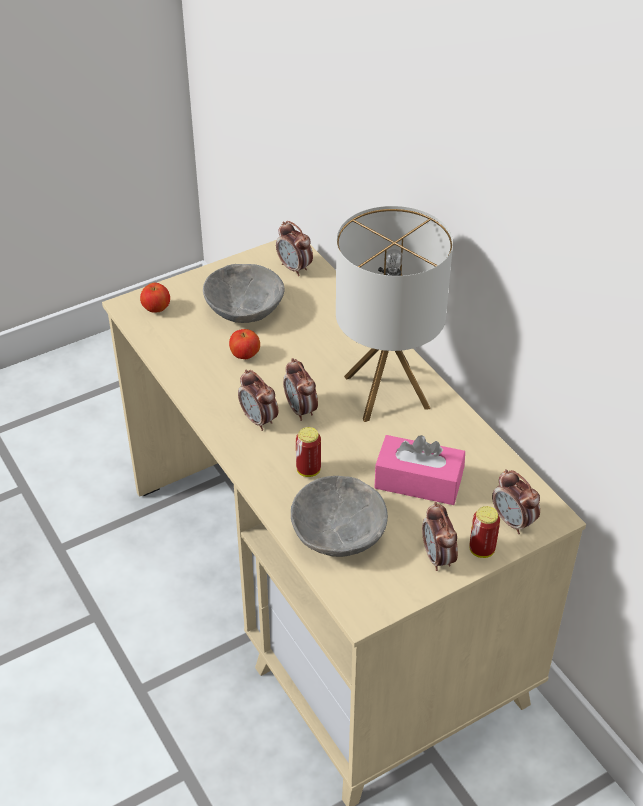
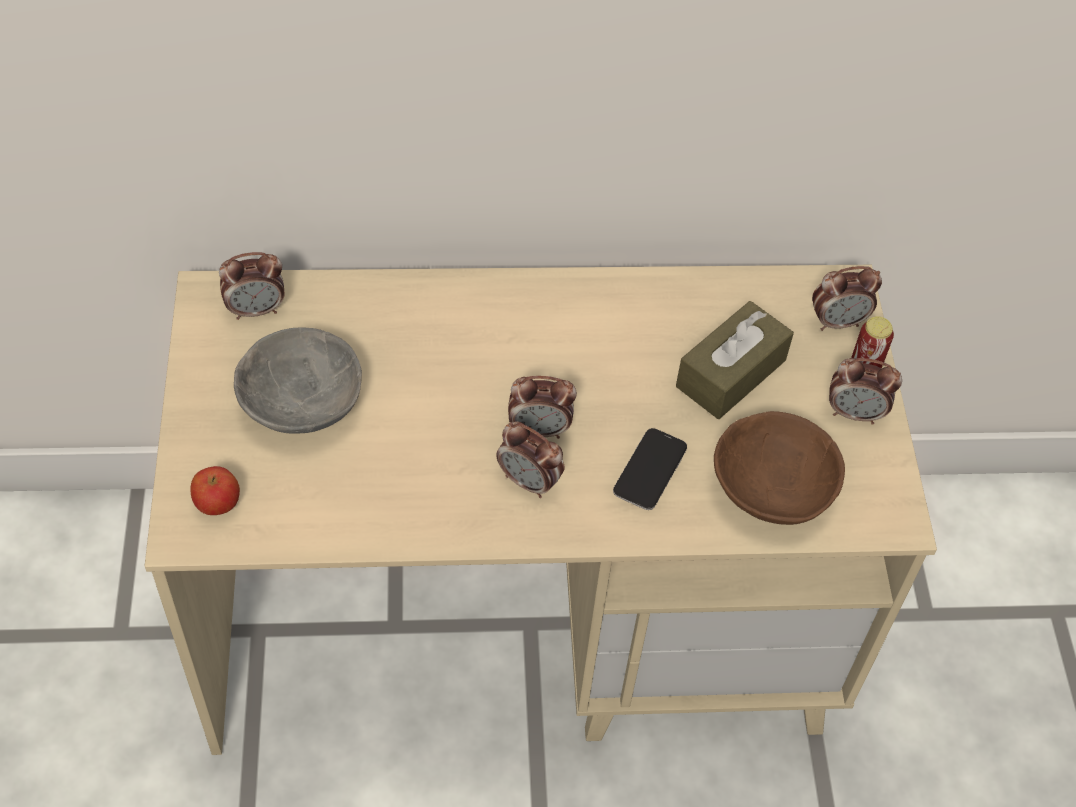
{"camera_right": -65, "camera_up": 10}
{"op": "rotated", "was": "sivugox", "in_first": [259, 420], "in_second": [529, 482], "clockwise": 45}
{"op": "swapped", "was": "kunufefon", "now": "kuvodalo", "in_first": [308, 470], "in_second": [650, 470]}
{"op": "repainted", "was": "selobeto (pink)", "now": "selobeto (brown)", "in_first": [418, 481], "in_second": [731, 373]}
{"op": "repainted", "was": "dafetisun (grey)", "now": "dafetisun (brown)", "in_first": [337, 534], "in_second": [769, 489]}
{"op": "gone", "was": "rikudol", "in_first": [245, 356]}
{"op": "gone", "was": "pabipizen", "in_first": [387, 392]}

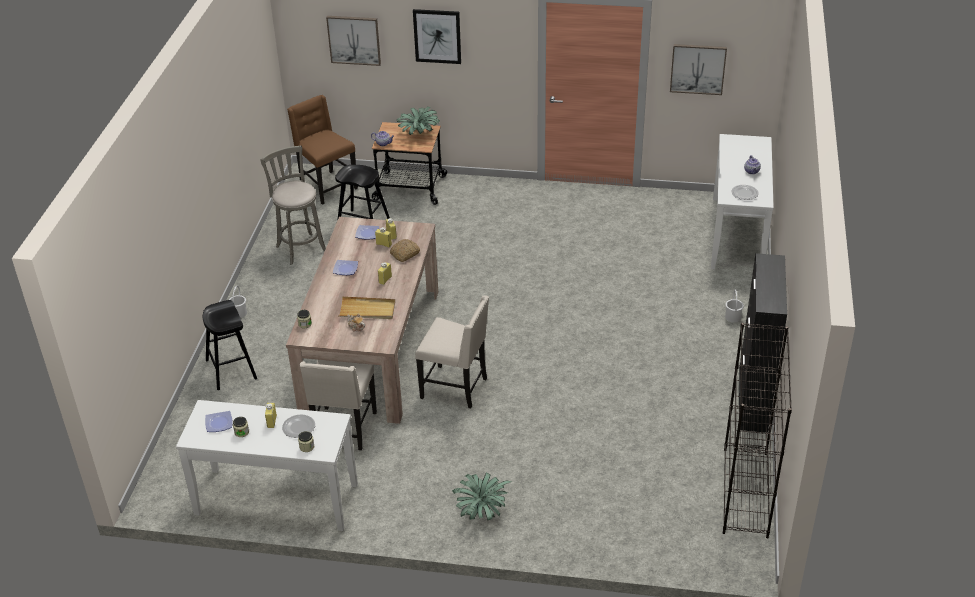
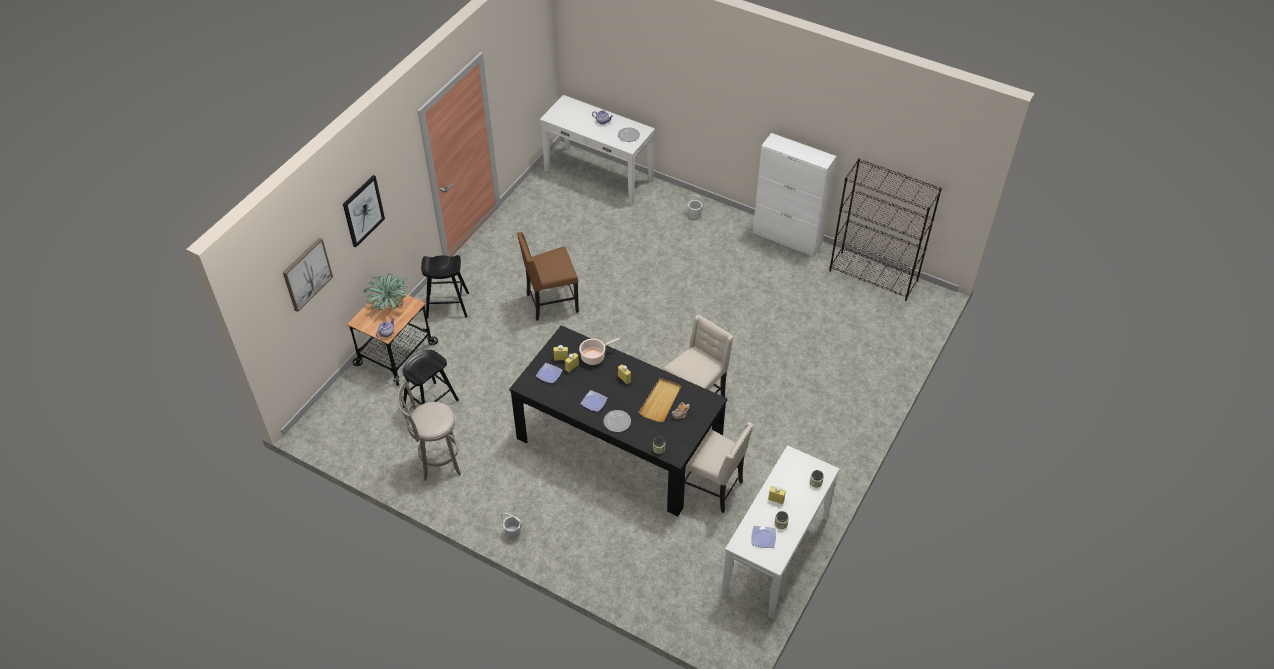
{"camera_right": -70, "camera_up": 10}
{"op": "shifted", "was": "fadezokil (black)", "in_first": [231, 369], "in_second": [447, 305]}
{"op": "repainted", "was": "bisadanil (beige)", "now": "bisadanil (black)", "in_first": [371, 349], "in_second": [618, 443]}
{"op": "shifted", "was": "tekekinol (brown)", "in_first": [327, 187], "in_second": [550, 303]}
{"op": "swapped", "was": "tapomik", "now": "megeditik", "in_first": [404, 254], "in_second": [594, 356]}
{"op": "shifted", "was": "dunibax", "in_first": [299, 427], "in_second": [617, 421]}
{"op": "repainted", "was": "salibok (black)", "now": "salibok (white)", "in_first": [752, 400], "in_second": [787, 238]}
{"op": "gone", "was": "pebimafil", "in_first": [482, 510]}
{"op": "gone", "was": "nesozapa", "in_first": [698, 68]}

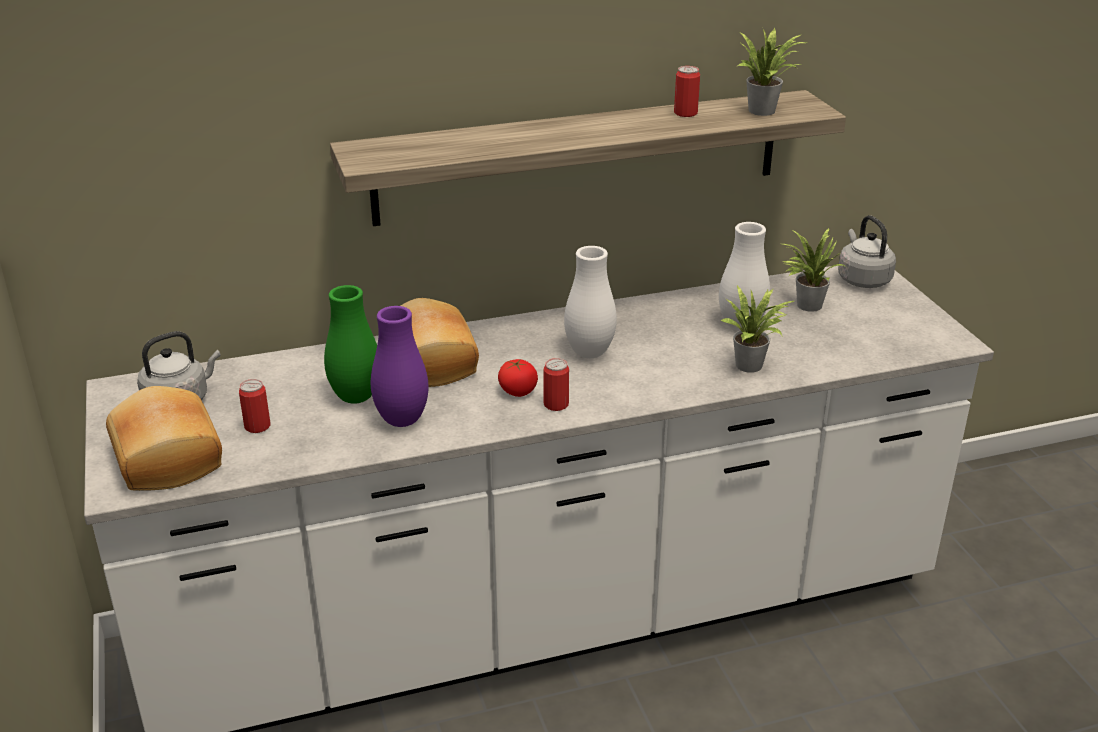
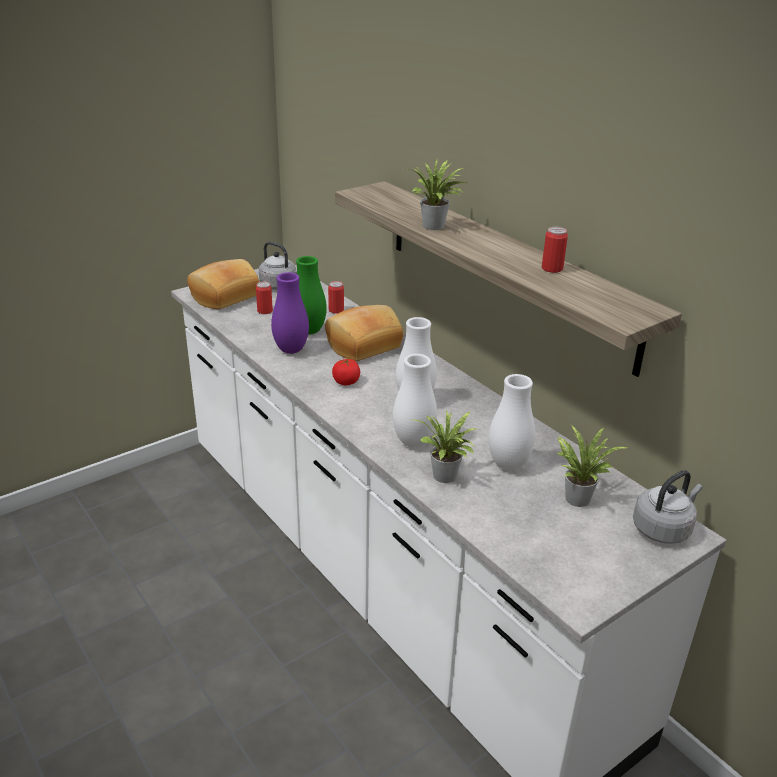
{"camera_right": 70, "camera_up": 0}
{"op": "shifted", "was": "kunufefon", "in_first": [556, 404], "in_second": [336, 310]}
{"op": "new", "now": "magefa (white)", "in_second": [413, 442]}
{"op": "shifted", "was": "pebimafil", "in_first": [765, 111], "in_second": [435, 227]}

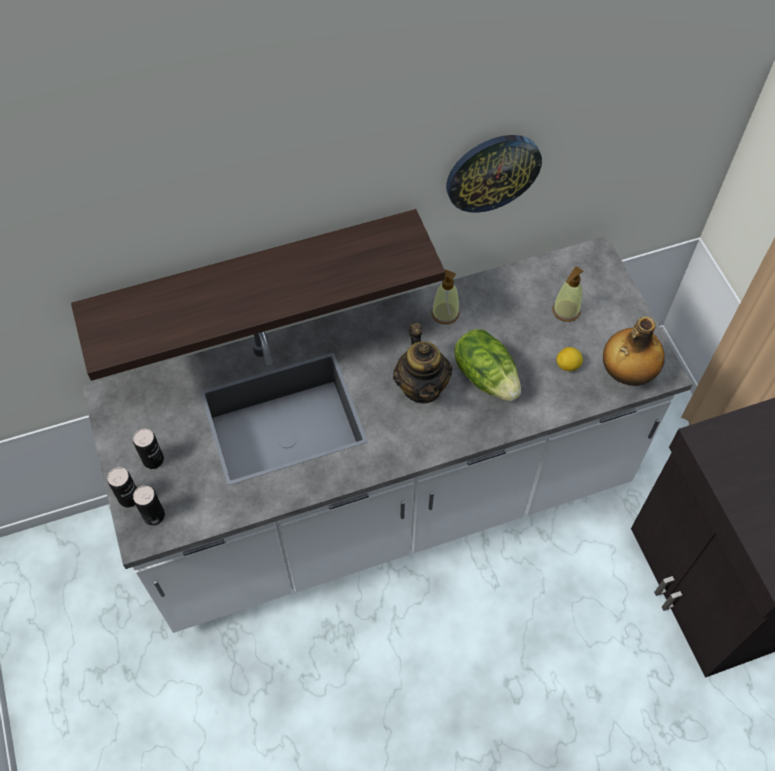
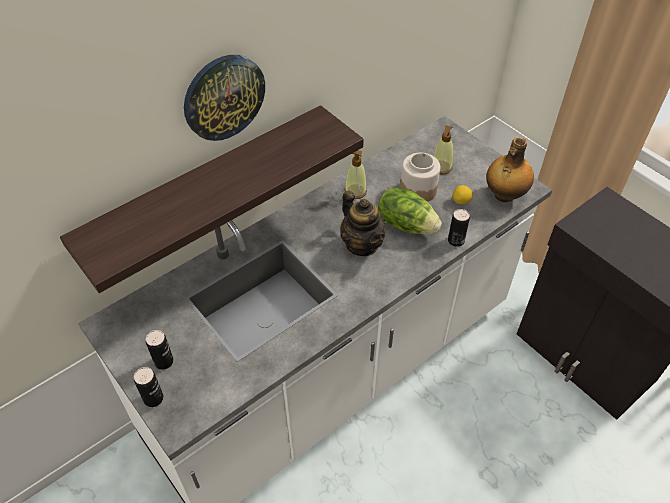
{"camera_right": -20, "camera_up": -10}
{"op": "shifted", "was": "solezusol", "in_first": [492, 172], "in_second": [223, 97]}
{"op": "new", "now": "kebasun", "in_second": [418, 190]}
{"op": "shifted", "was": "kunufefon", "in_first": [154, 515], "in_second": [456, 241]}

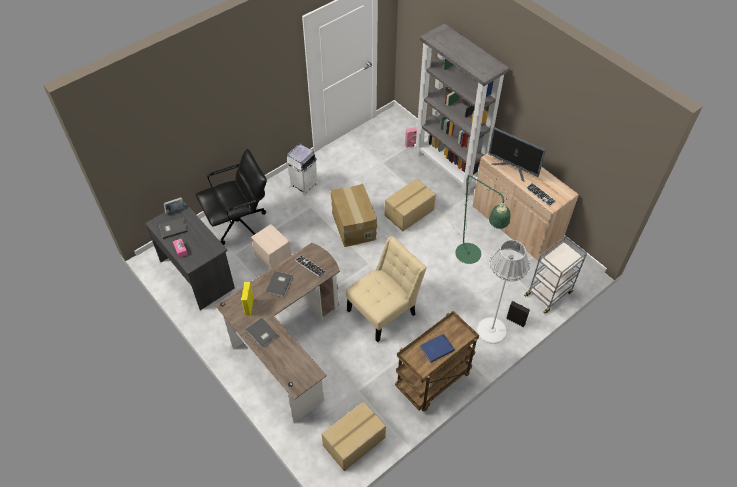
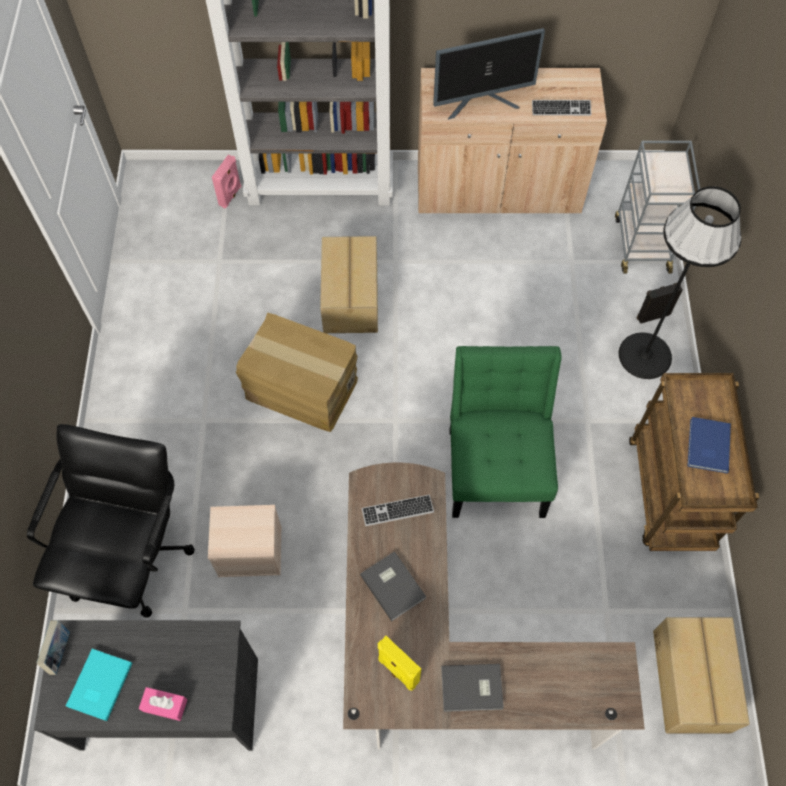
{"camera_right": -50, "camera_up": 10}
{"op": "repainted", "was": "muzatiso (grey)", "now": "muzatiso (turquoise)", "in_first": [172, 228], "in_second": [98, 685]}
{"op": "repainted", "was": "tekekinol (beige)", "now": "tekekinol (green)", "in_first": [384, 310], "in_second": [496, 465]}
{"op": "repainted", "was": "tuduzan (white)", "now": "tuduzan (black)", "in_first": [492, 330], "in_second": [645, 355]}
{"op": "gone", "was": "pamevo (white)", "in_first": [303, 185]}
{"op": "gone", "was": "tuduzan (green)", "in_first": [471, 258]}

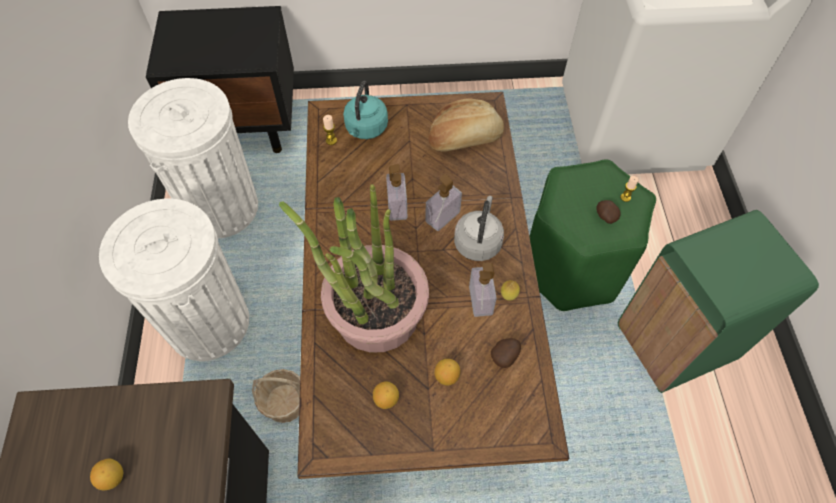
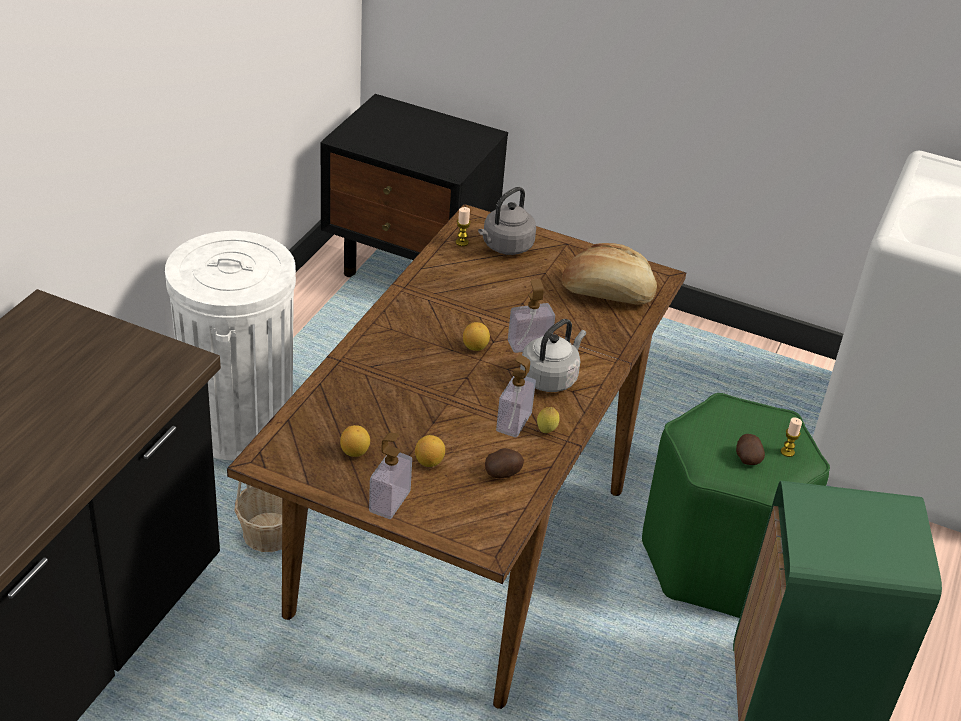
{"camera_right": 25, "camera_up": -20}
{"op": "shifted", "was": "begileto", "in_first": [397, 207], "in_second": [389, 501]}
{"op": "shifted", "was": "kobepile", "in_first": [113, 477], "in_second": [475, 347]}
{"op": "repainted", "was": "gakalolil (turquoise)", "now": "gakalolil (grey)", "in_first": [365, 129], "in_second": [505, 247]}
{"op": "gone", "was": "pamevo (white)", "in_first": [221, 208]}
{"op": "gone", "was": "pebimafil", "in_first": [375, 313]}

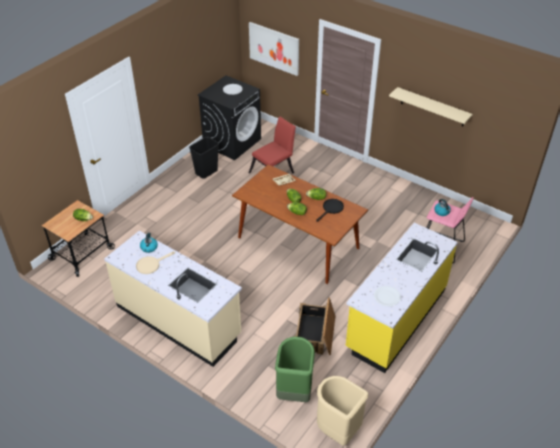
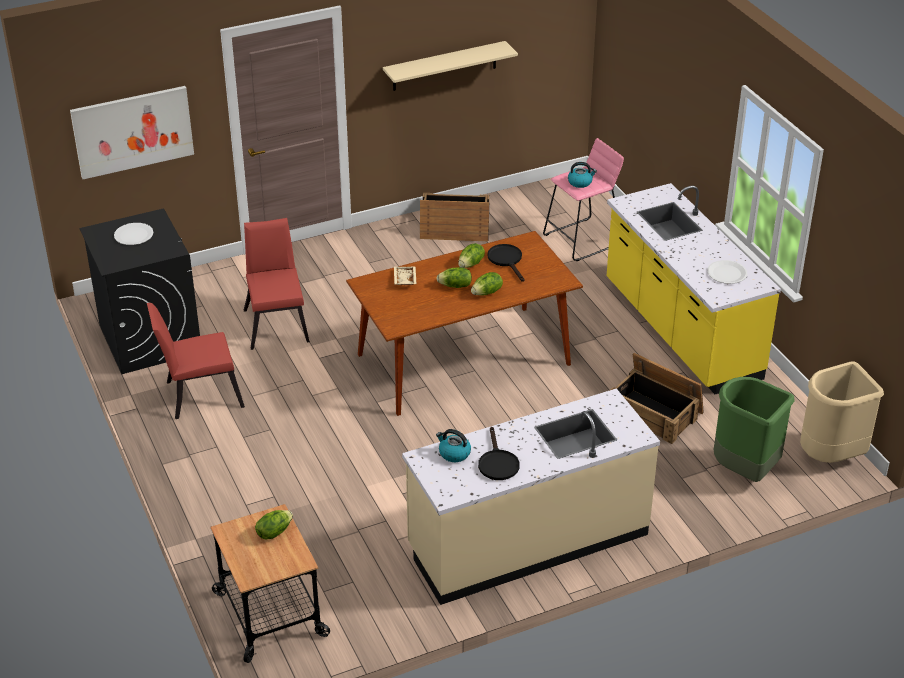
{"camera_right": -60, "camera_up": -5}
{"op": "swapped", "was": "pamevo (black)", "now": "tekekinol (red)", "in_first": [206, 172], "in_second": [199, 394]}
{"op": "new", "now": "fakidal", "in_second": [454, 227]}
{"op": "repainted", "was": "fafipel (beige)", "now": "fafipel (black)", "in_first": [151, 265], "in_second": [497, 463]}

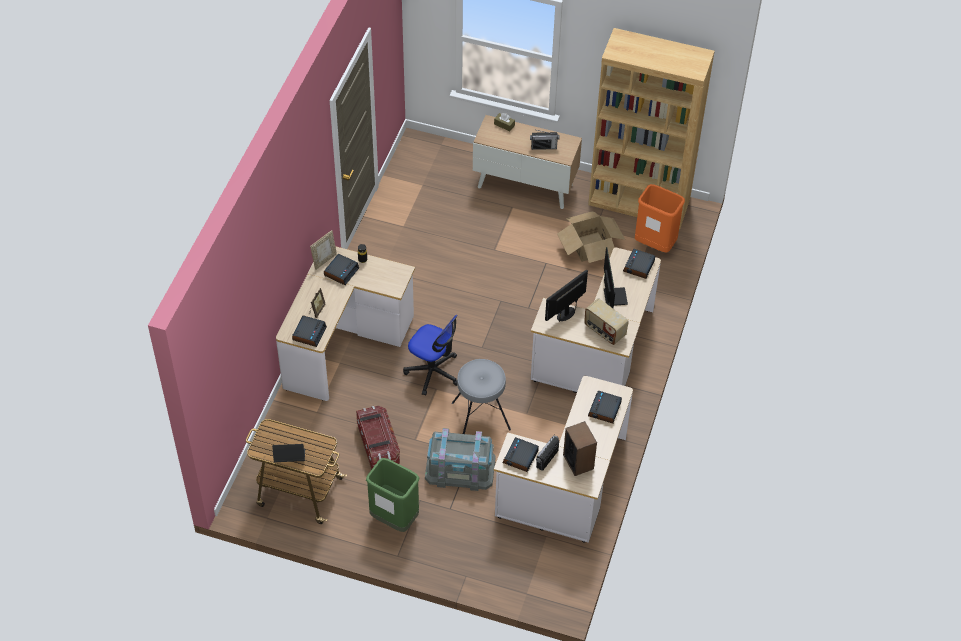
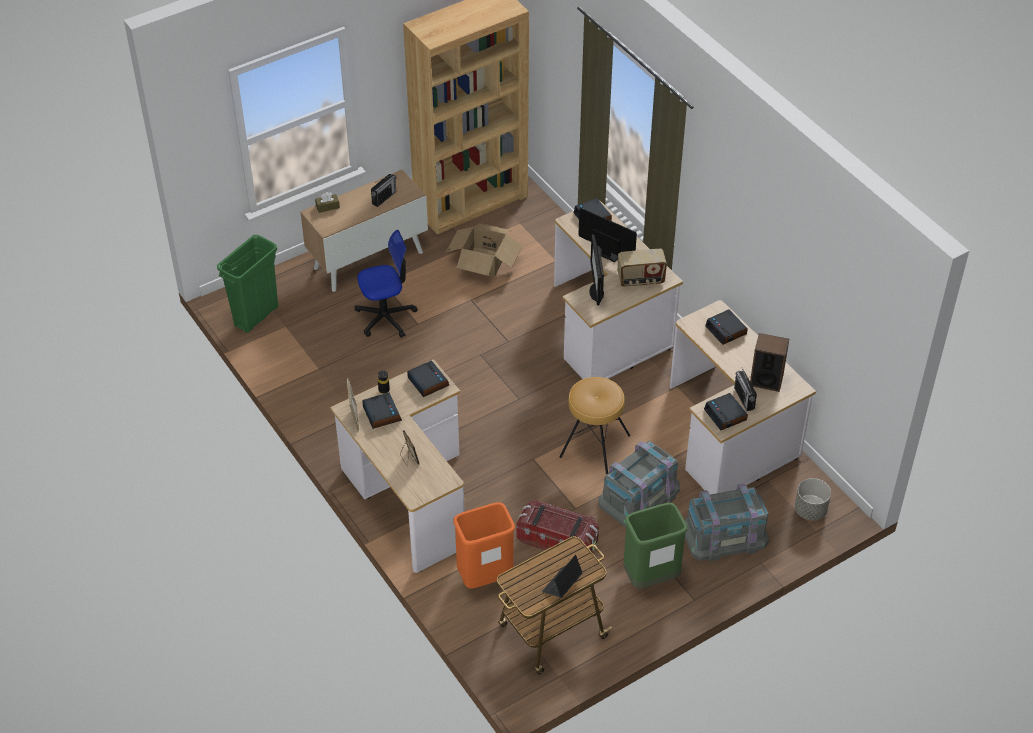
{"camera_right": -50, "camera_up": -5}
{"op": "new", "now": "pamevo (green)", "in_second": [256, 316]}
{"op": "shifted", "was": "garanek", "in_first": [433, 372], "in_second": [386, 317]}
{"op": "shifted", "was": "sivugox", "in_first": [309, 333], "in_second": [427, 382]}
{"op": "shifted", "was": "pamevo (orange)", "in_first": [655, 244], "in_second": [485, 577]}
{"op": "repainted", "was": "fadezokil (grey)", "now": "fadezokil (brown)", "in_first": [480, 415], "in_second": [594, 446]}
{"op": "new", "now": "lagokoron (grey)", "in_second": [724, 535]}
{"op": "new", "now": "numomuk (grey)", "in_second": [810, 510]}

